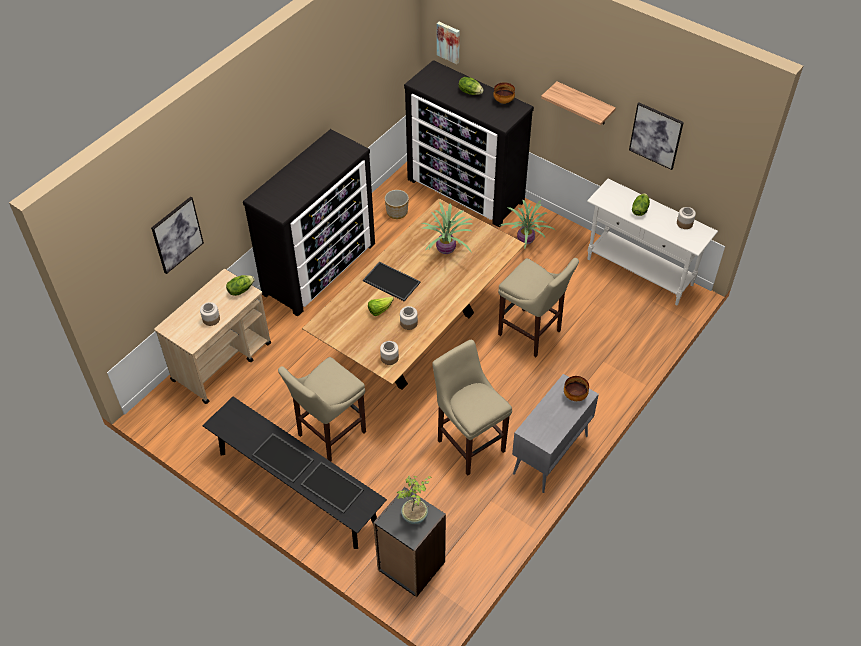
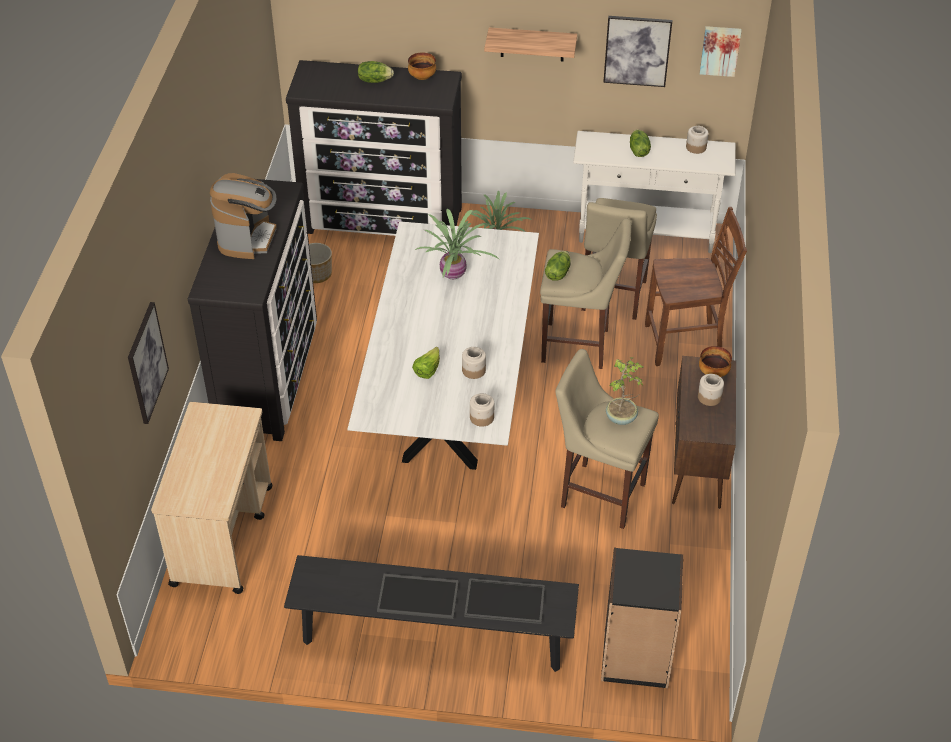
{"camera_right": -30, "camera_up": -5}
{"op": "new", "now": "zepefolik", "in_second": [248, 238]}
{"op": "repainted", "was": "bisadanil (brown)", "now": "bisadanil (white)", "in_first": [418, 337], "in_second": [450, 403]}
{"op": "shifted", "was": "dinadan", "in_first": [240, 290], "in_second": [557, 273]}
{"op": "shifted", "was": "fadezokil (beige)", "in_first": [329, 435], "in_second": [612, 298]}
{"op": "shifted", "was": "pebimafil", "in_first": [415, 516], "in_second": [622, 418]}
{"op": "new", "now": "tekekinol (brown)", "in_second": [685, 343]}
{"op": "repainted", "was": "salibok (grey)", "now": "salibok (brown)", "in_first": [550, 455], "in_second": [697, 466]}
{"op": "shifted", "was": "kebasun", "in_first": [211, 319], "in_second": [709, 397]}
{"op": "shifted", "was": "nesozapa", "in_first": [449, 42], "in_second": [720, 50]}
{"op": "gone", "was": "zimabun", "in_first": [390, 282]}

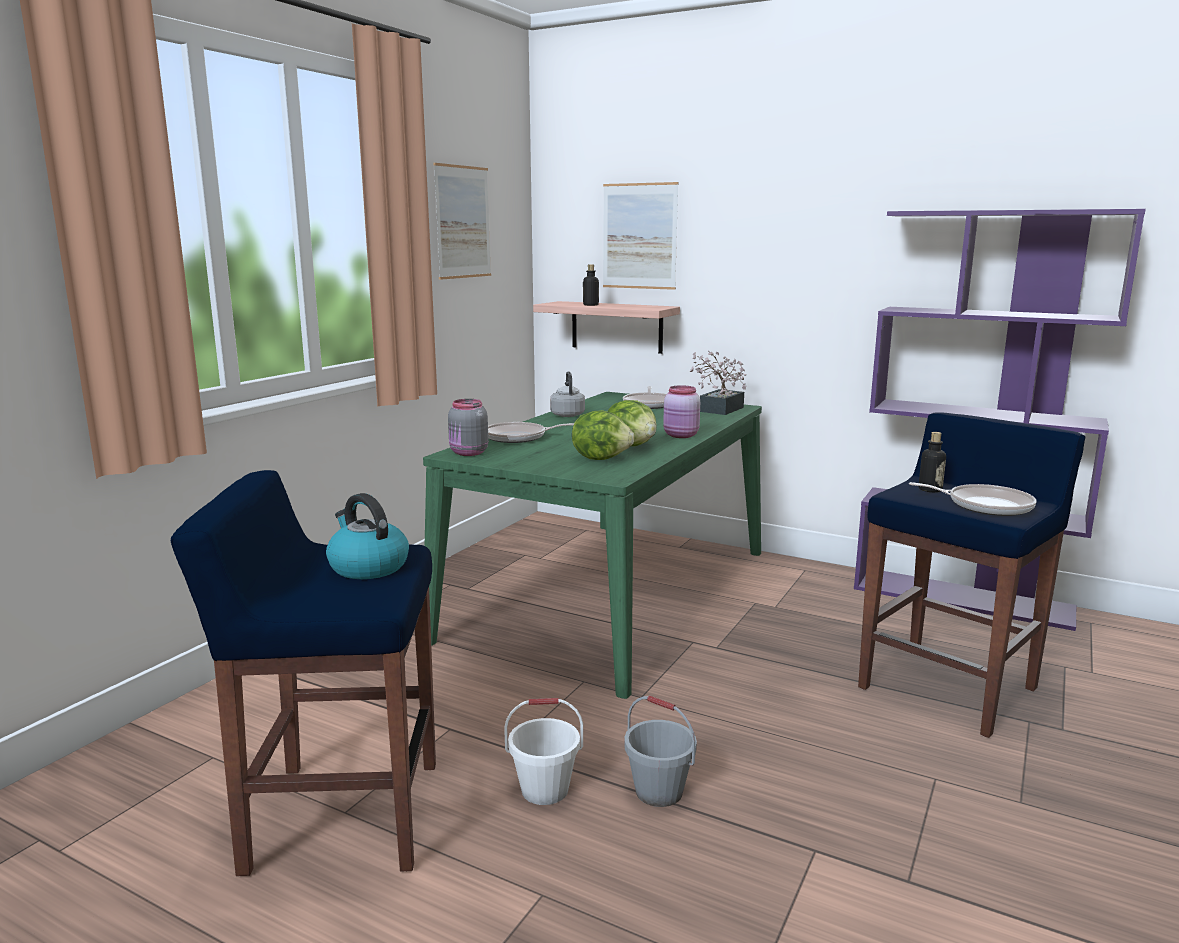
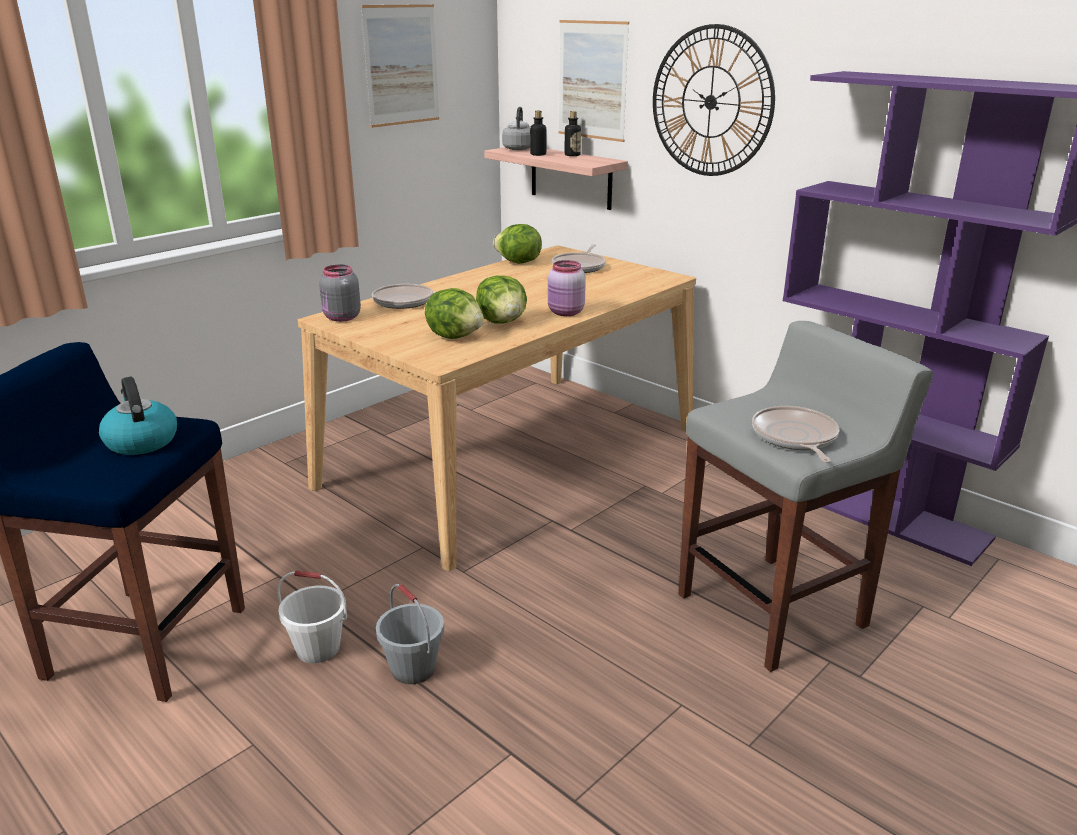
{"camera_right": 15, "camera_up": 10}
{"op": "repainted", "was": "bisadanil (green)", "now": "bisadanil (beige)", "in_first": [612, 593], "in_second": [512, 456]}
{"op": "new", "now": "dinadan", "in_second": [518, 262]}
{"op": "shifted", "was": "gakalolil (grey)", "in_first": [567, 414], "in_second": [518, 148]}
{"op": "shifted", "was": "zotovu", "in_first": [930, 489], "in_second": [572, 155]}
{"op": "new", "now": "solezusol", "in_second": [711, 102]}
{"op": "repainted", "was": "fadezokil (blue)", "now": "fadezokil (grey)", "in_first": [949, 687], "in_second": [774, 610]}
{"op": "rotated", "was": "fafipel", "in_first": [985, 506], "in_second": [795, 438], "clockwise": -135}
{"op": "gone", "was": "pebimafil", "in_first": [718, 410]}

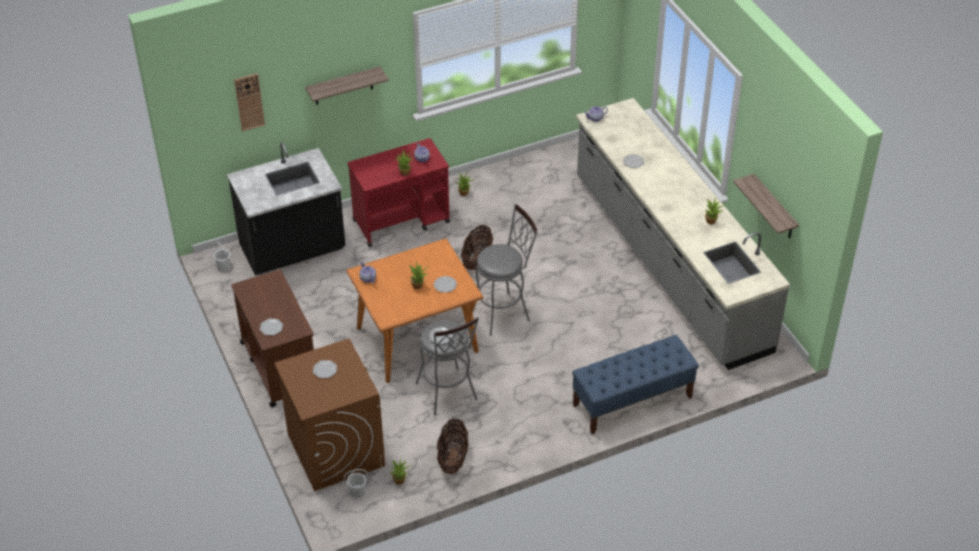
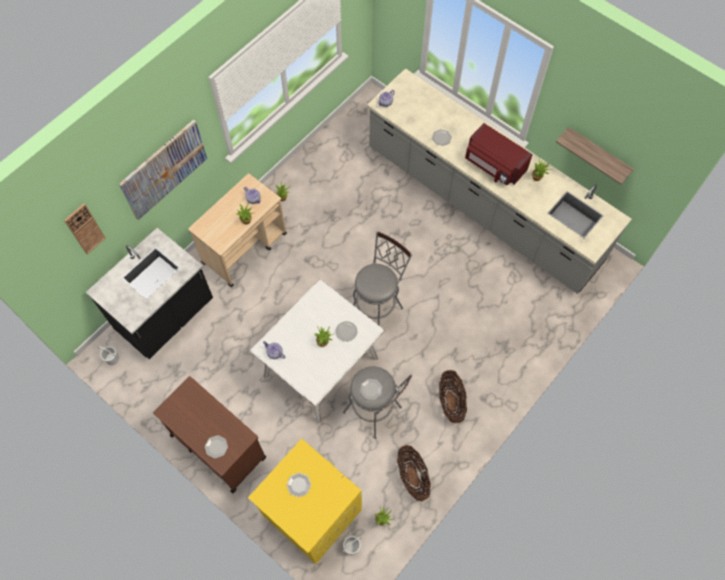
{"camera_right": -25, "camera_up": 20}
{"op": "swapped", "was": "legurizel", "now": "nesozapa", "in_first": [343, 86], "in_second": [164, 169]}
{"op": "repainted", "was": "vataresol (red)", "now": "vataresol (beige)", "in_first": [402, 221], "in_second": [245, 248]}
{"op": "repainted", "was": "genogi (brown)", "now": "genogi (yellow)", "in_first": [335, 449], "in_second": [311, 512]}
{"op": "repainted", "was": "bisadanil (orange)", "now": "bisadanil (white)", "in_first": [416, 340], "in_second": [321, 367]}
{"op": "shifted", "was": "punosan", "in_first": [477, 260], "in_second": [451, 402]}
{"op": "new", "now": "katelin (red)", "in_second": [494, 165]}
{"op": "gone", "was": "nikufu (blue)", "in_first": [632, 401]}

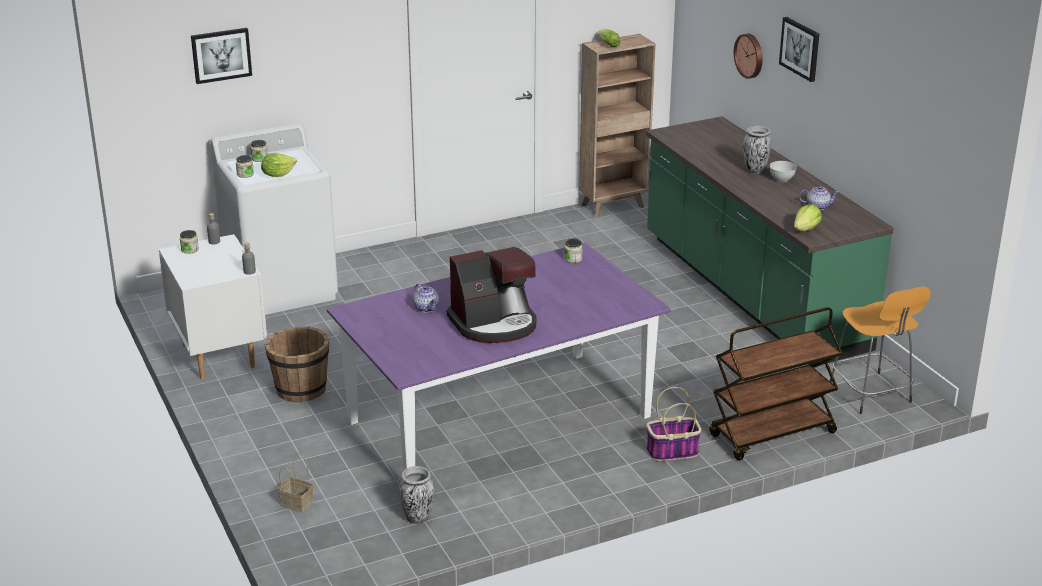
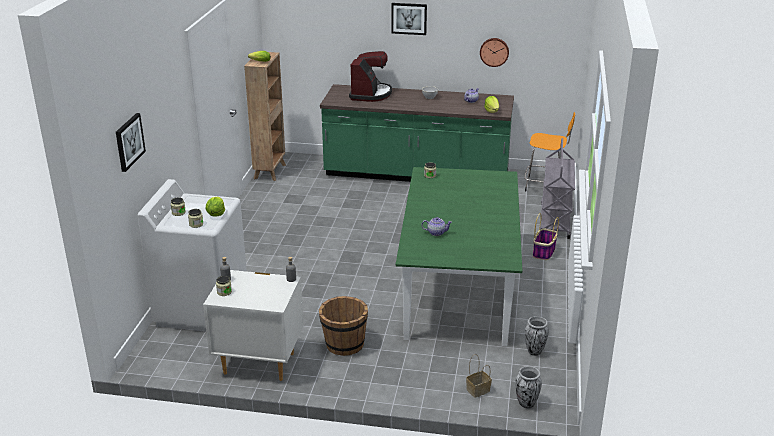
{"camera_right": -55, "camera_up": 0}
{"op": "shifted", "was": "zepefolik", "in_first": [494, 324], "in_second": [370, 94]}
{"op": "repainted", "was": "bisadanil (purple)", "now": "bisadanil (green)", "in_first": [499, 418], "in_second": [458, 288]}
{"op": "shifted", "was": "solezusol", "in_first": [750, 55], "in_second": [494, 52]}
{"op": "shifted", "was": "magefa", "in_first": [754, 170], "in_second": [526, 403]}
{"op": "repainted", "was": "vataresol (brown)", "now": "vataresol (grey)", "in_first": [772, 435], "in_second": [555, 222]}

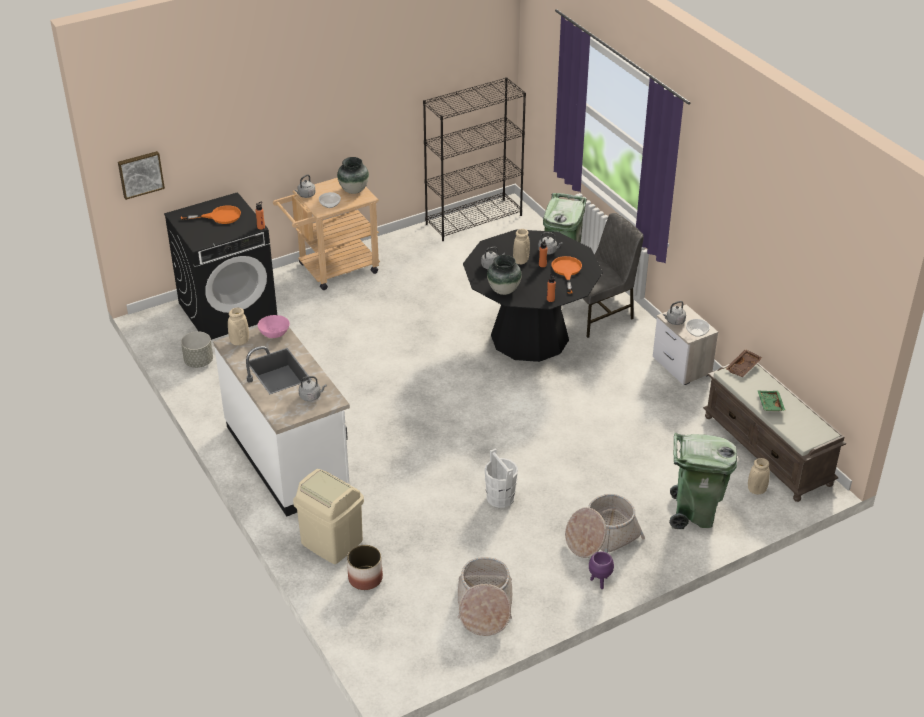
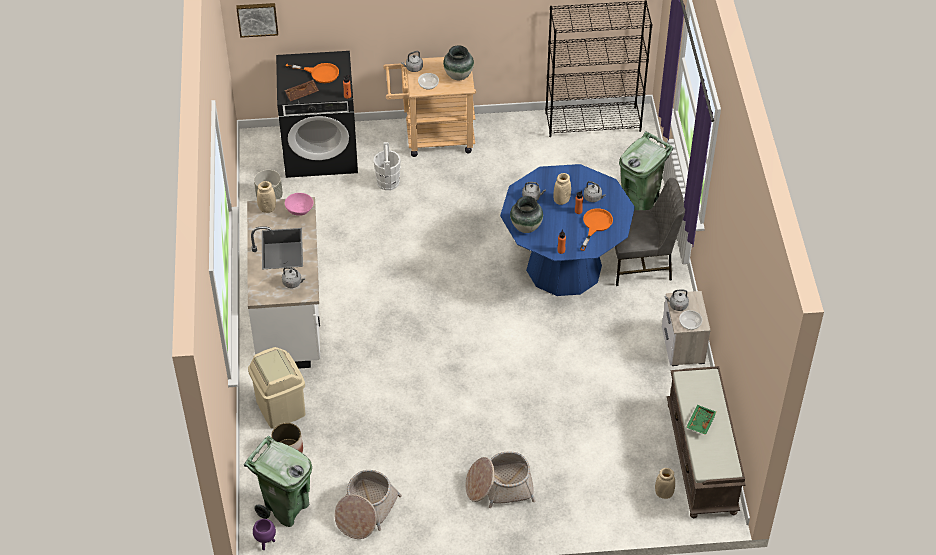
{"camera_right": 25, "camera_up": 10}
{"op": "shifted", "was": "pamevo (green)", "in_first": [694, 513], "in_second": [286, 508]}
{"op": "shifted", "was": "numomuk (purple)", "in_first": [599, 582], "in_second": [265, 543]}
{"op": "shifted", "was": "zimabun (brown)", "in_first": [743, 367], "in_second": [302, 94]}
{"op": "shifted", "was": "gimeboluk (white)", "in_first": [500, 497], "in_second": [388, 182]}
{"op": "repainted", "was": "bisadanil (black)", "now": "bisadanil (blue)", "in_first": [529, 337], "in_second": [564, 267]}

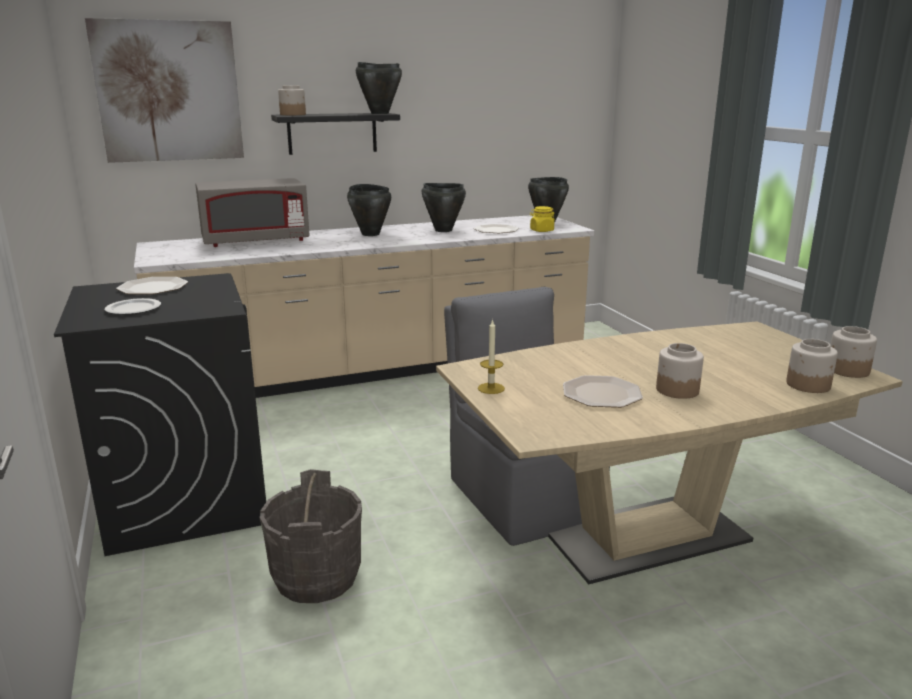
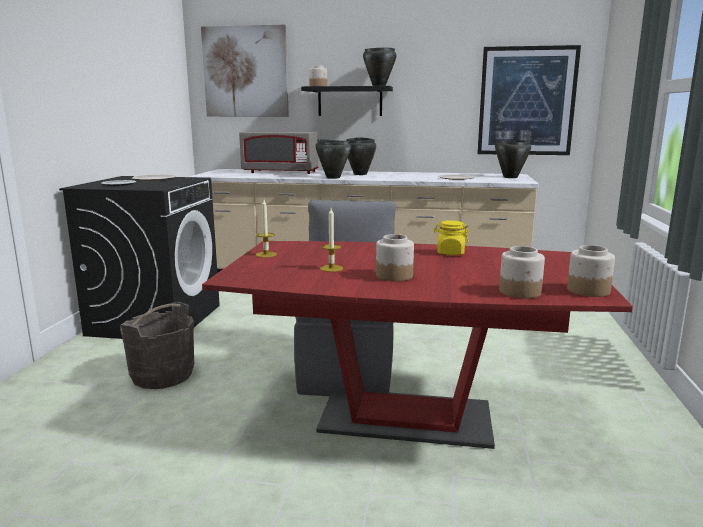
{"camera_right": 30, "camera_up": -5}
{"op": "repainted", "was": "bisadanil (beige)", "now": "bisadanil (red)", "in_first": [646, 536], "in_second": [405, 418]}
{"op": "shifted", "was": "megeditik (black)", "in_first": [443, 230], "in_second": [333, 177]}
{"op": "swapped", "was": "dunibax", "now": "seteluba", "in_first": [600, 393], "in_second": [331, 268]}
{"op": "shifted", "was": "kebasun (yellow)", "in_first": [541, 230], "in_second": [450, 253]}
{"op": "new", "now": "nesozapa", "in_second": [526, 101]}

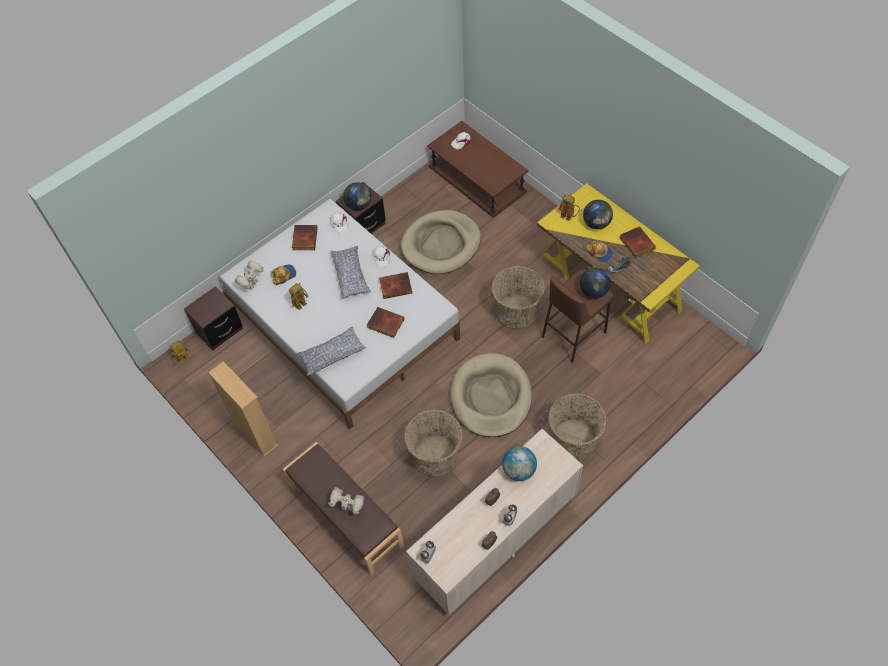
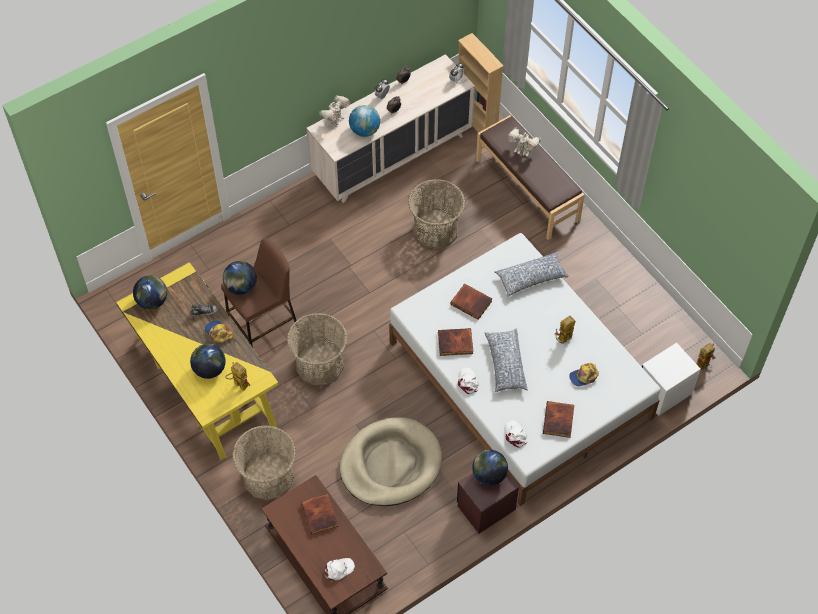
{"camera_right": -175, "camera_up": 0}
{"op": "new", "now": "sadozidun", "in_second": [152, 301]}
{"op": "shifted", "was": "punosan", "in_first": [573, 440], "in_second": [268, 476]}
{"op": "shifted", "was": "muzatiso", "in_first": [636, 243], "in_second": [320, 515]}
{"op": "shifted", "was": "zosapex", "in_first": [253, 285], "in_second": [335, 120]}
{"op": "shifted", "was": "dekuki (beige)", "in_first": [255, 434], "in_second": [476, 119]}
{"op": "repainted", "was": "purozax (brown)", "now": "purozax (white)", "in_first": [219, 330], "in_second": [663, 392]}
{"op": "gone", "was": "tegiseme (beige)", "in_first": [491, 397]}

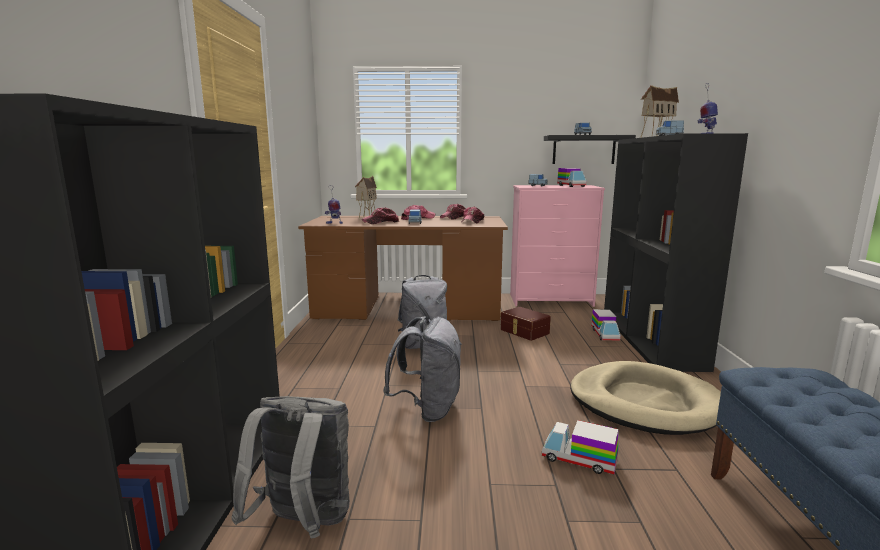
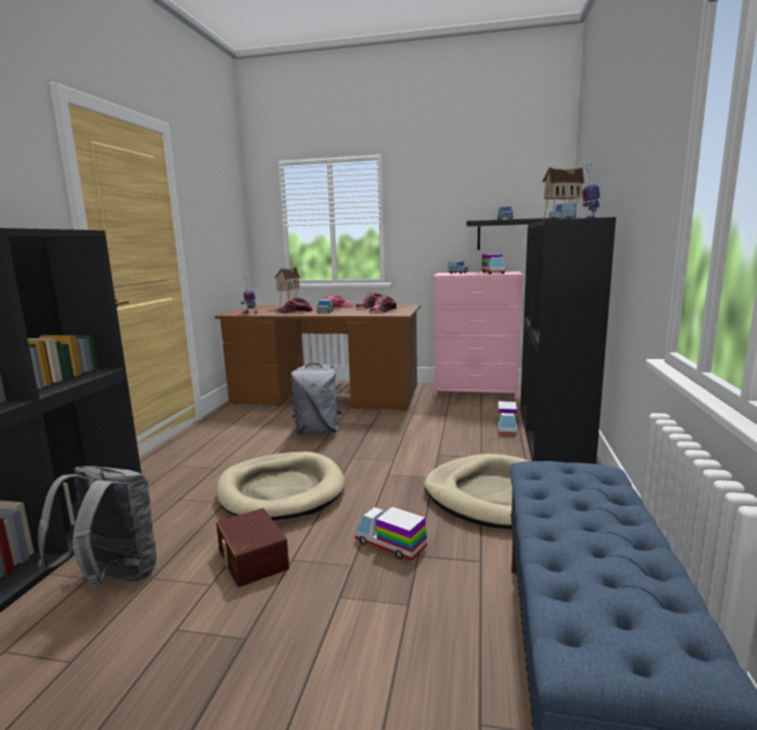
{"camera_right": 10, "camera_up": 0}
{"op": "swapped", "was": "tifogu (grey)", "now": "tegiseme (beige)", "in_first": [427, 409], "in_second": [281, 490]}
{"op": "shifted", "was": "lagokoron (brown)", "in_first": [524, 332], "in_second": [251, 560]}

